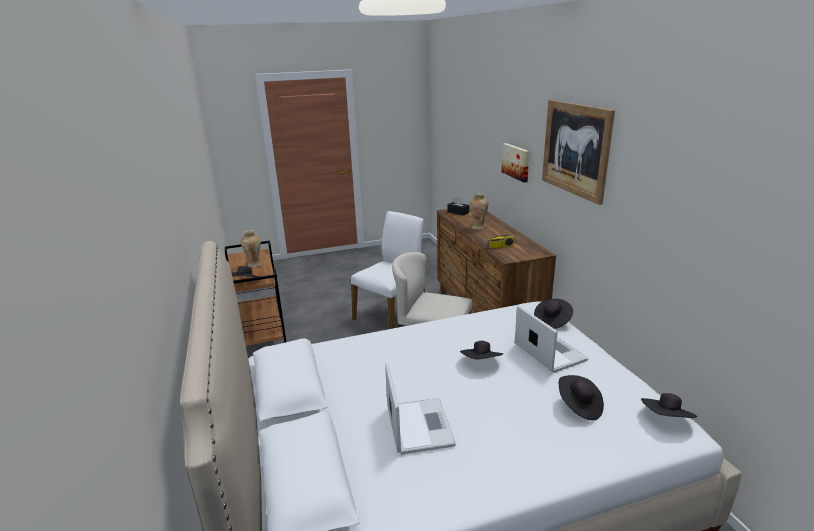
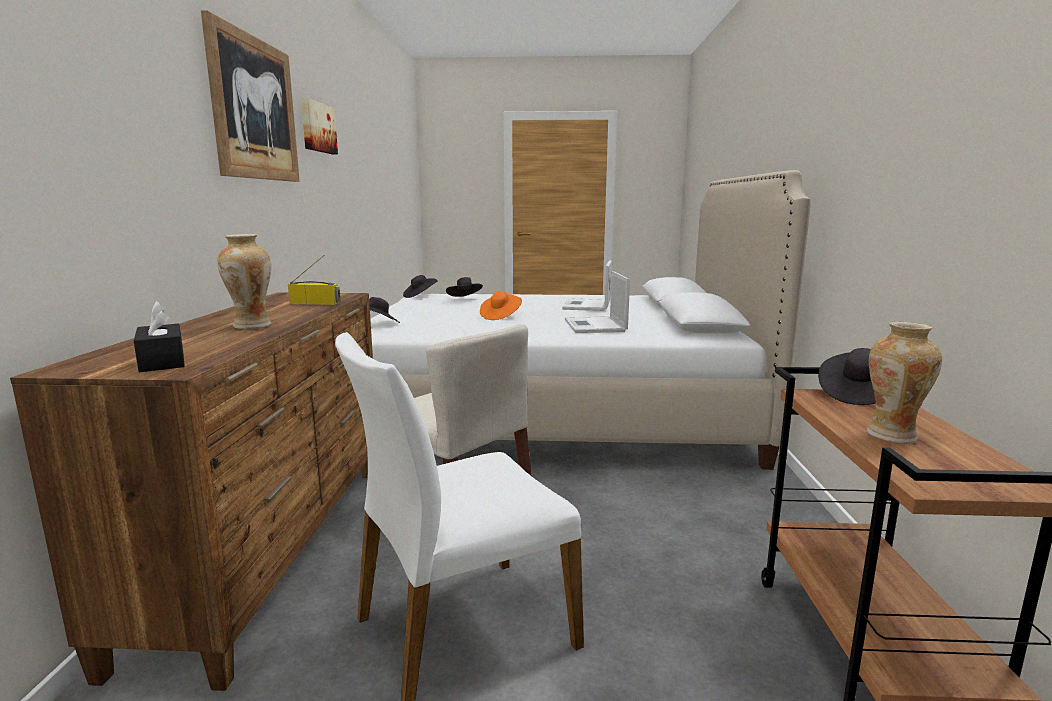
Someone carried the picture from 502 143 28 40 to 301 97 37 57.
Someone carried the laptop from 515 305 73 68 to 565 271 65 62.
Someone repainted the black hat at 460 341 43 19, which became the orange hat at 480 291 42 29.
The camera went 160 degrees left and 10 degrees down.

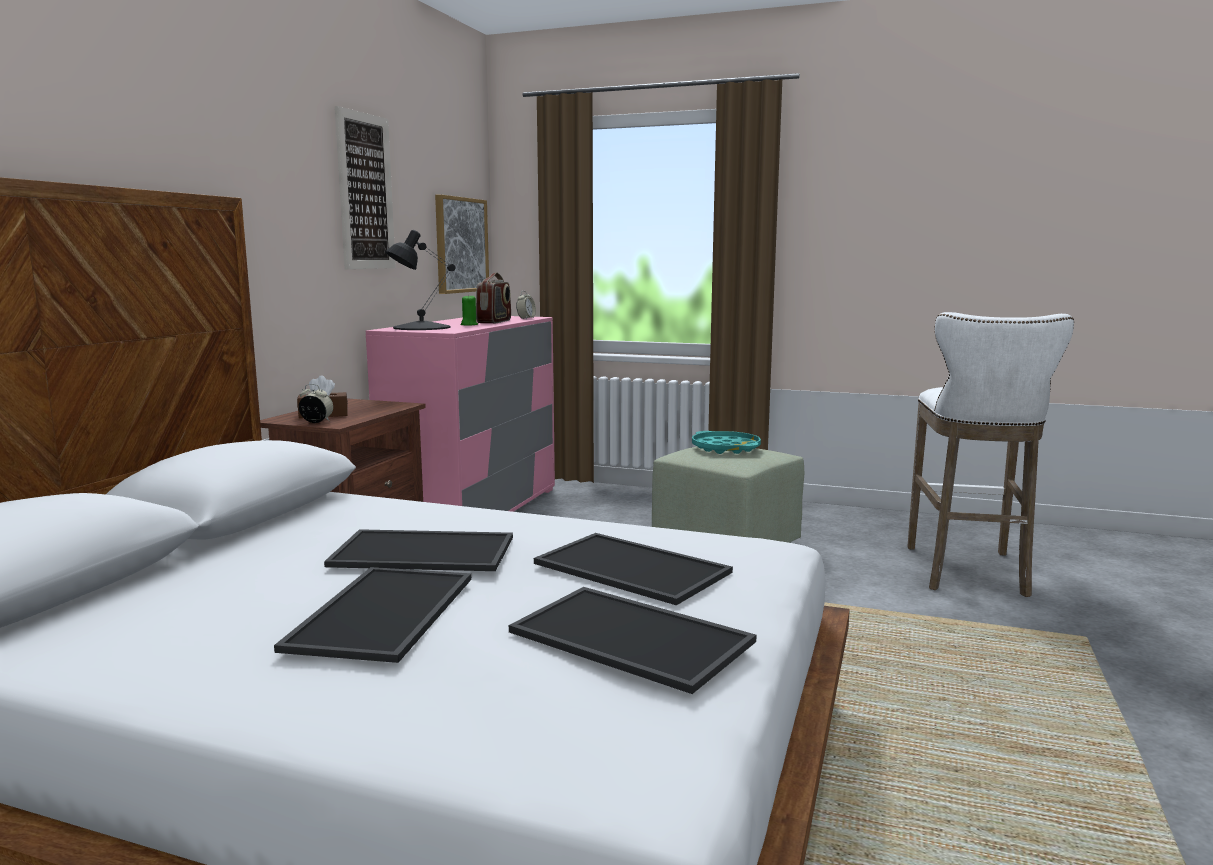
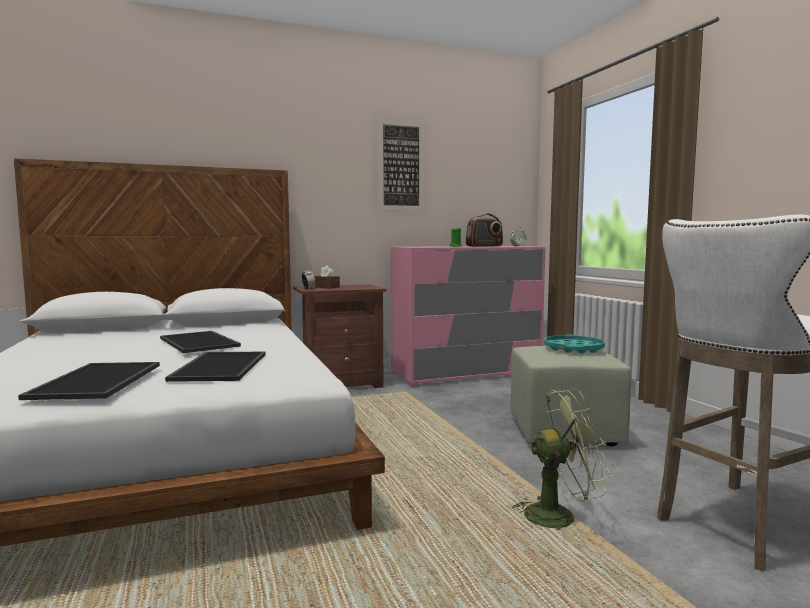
Someone took away the tray at 274 567 197 96.
Someone took away the black table lamp at 385 230 71 100.
Someone took away the picture at 435 194 54 100.
Someone put down the green fan at 511 389 100 141.
The camera went 50 degrees right and 5 degrees down.

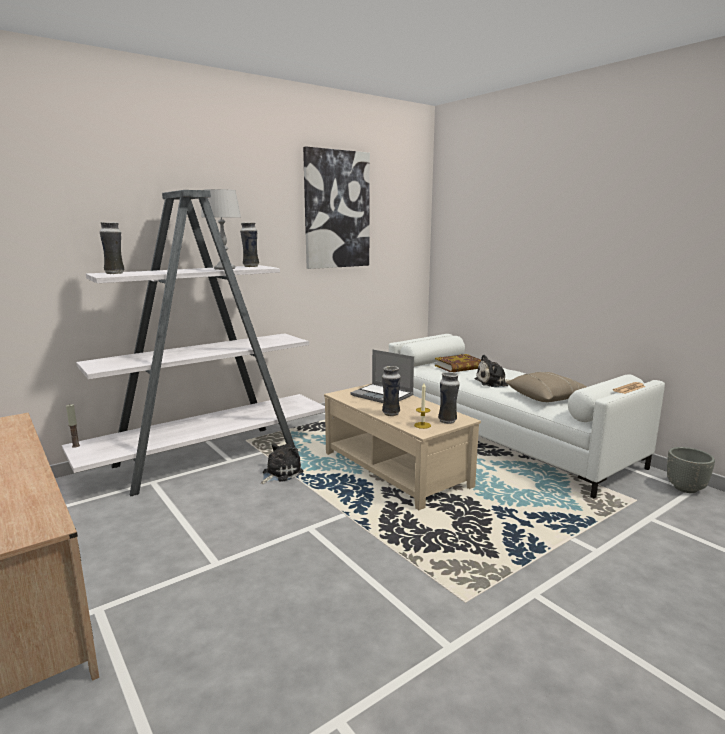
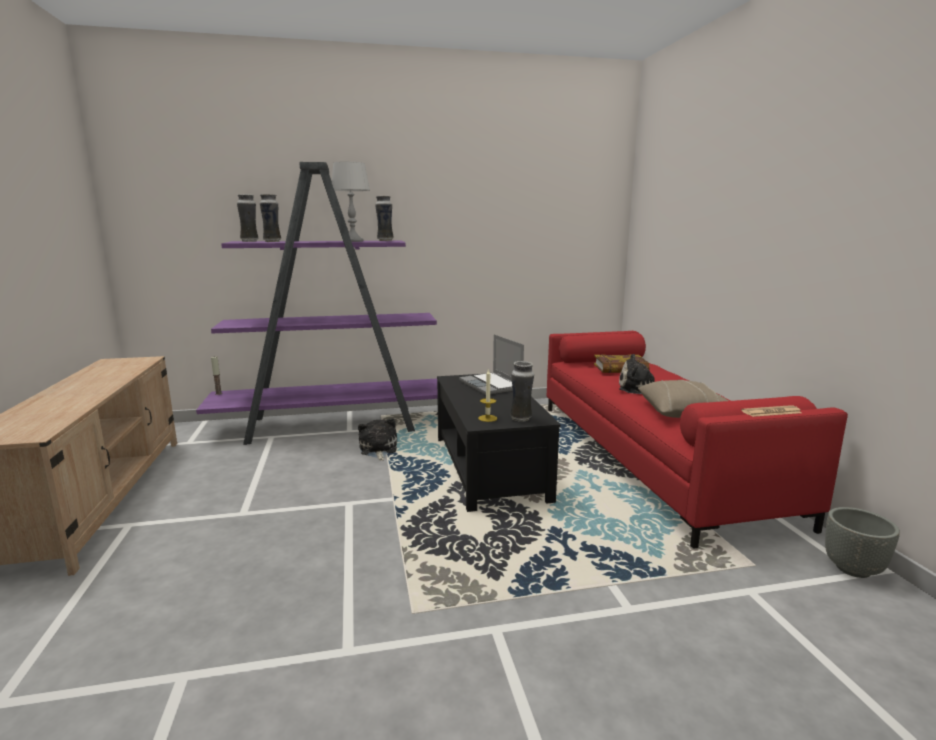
Someone took away the picture at 303 147 67 122.
Someone carried the vase from 382 366 19 50 to 260 194 21 48.
Someone repainted the white bookcase at 62 190 263 306, which became the purple bookcase at 196 162 242 283.
Someone repainted the beige coffee table at 324 384 157 126, which became the black coffee table at 437 374 123 138.
Someone repainted the white sofa at 389 334 276 164, which became the red sofa at 546 331 302 218.
Someone rotated the plush toy at 261 444 43 40 by 75 degrees counterclockwise.
The camera went 25 degrees right and 0 degrees up.

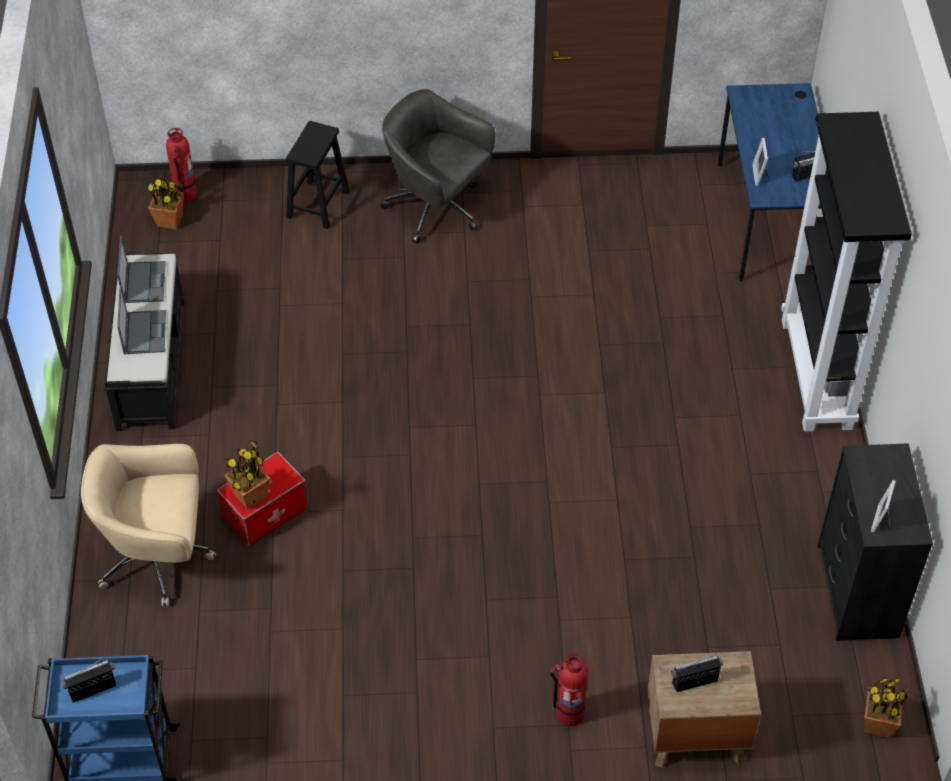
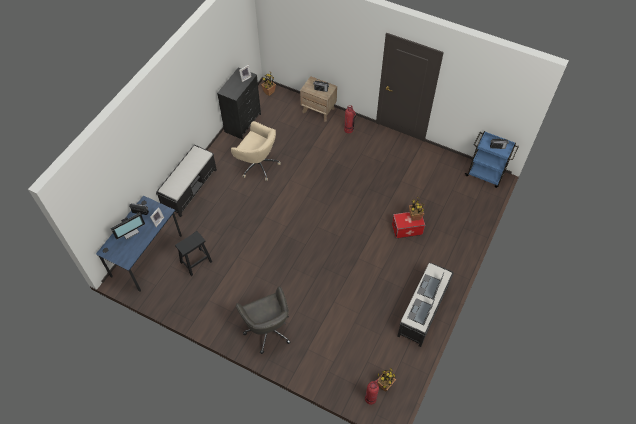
Someone put down the monitor at 111 213 34 27.
Someone carried the beige office chair from 81 444 135 163 to 231 121 50 60.
Someone carried the black stool from 286 121 64 108 to 175 231 37 45.
Someone swapped the black bookcase at 781 112 131 320 for the black bench at 156 144 61 73.
The camera went 150 degrees left and 5 degrees up.

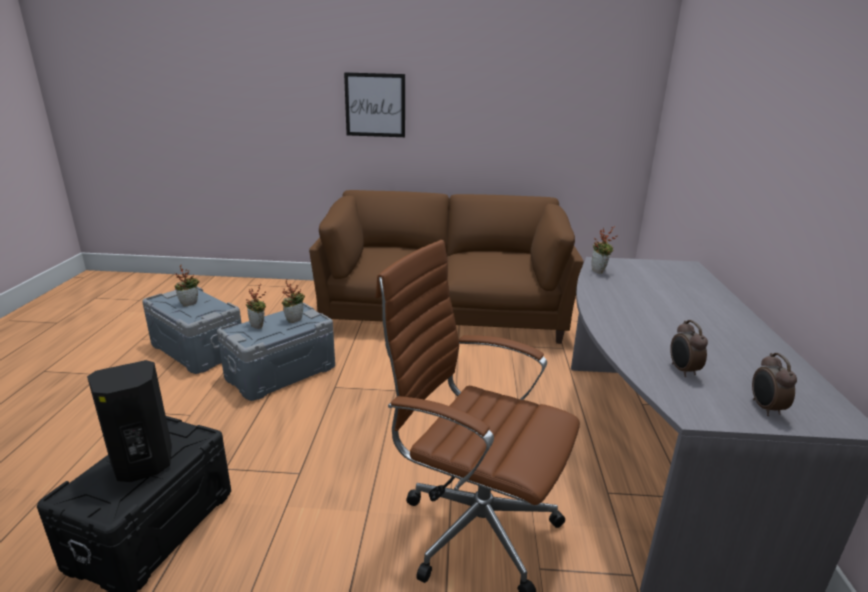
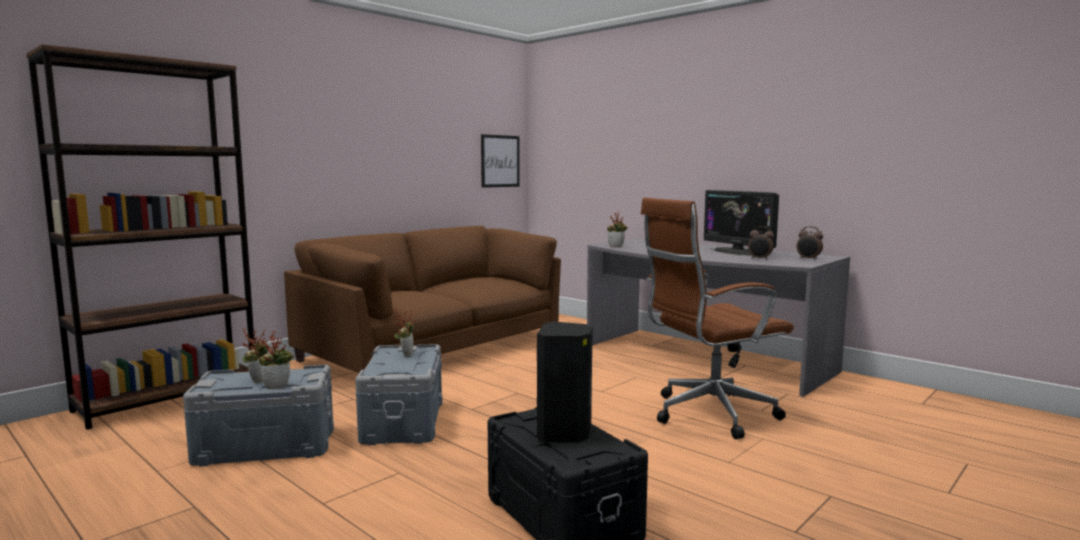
Someone put down the brown bookcase at 26 44 228 386.
Someone put down the monitor at 704 190 75 66.
Someone carried the potted plant from 246 284 20 45 to 259 330 35 59.
Someone carried the picture from 344 72 61 65 to 481 134 39 54.
The camera went 50 degrees left and 15 degrees down.

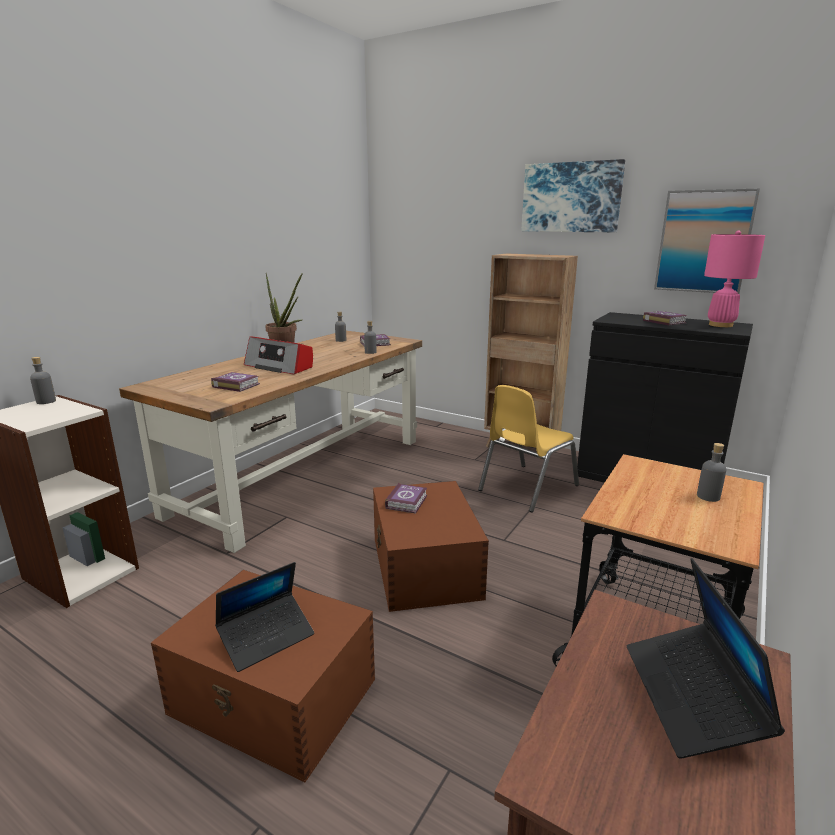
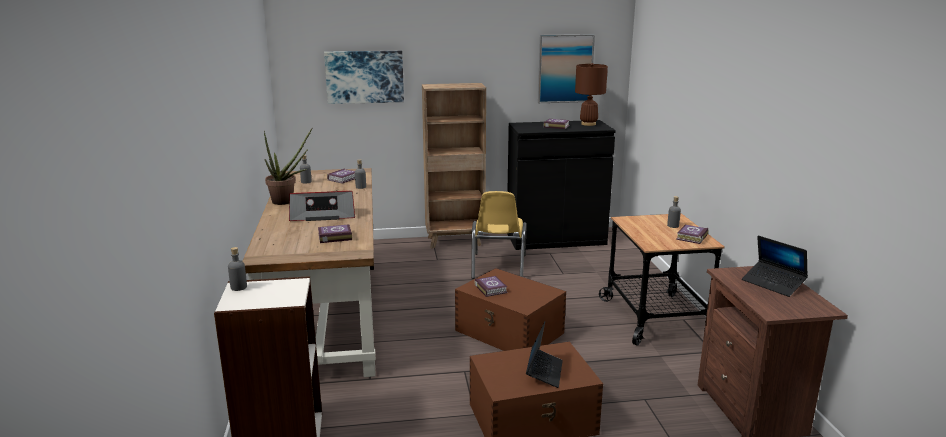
Someone put down the book at 676 225 32 19.
Someone carried the picture from 521 159 104 73 to 324 51 80 53.
Someone repainted the pink table lamp at 704 231 61 96, which became the brown table lamp at 575 63 33 63.
The camera went 40 degrees left and 0 degrees up.

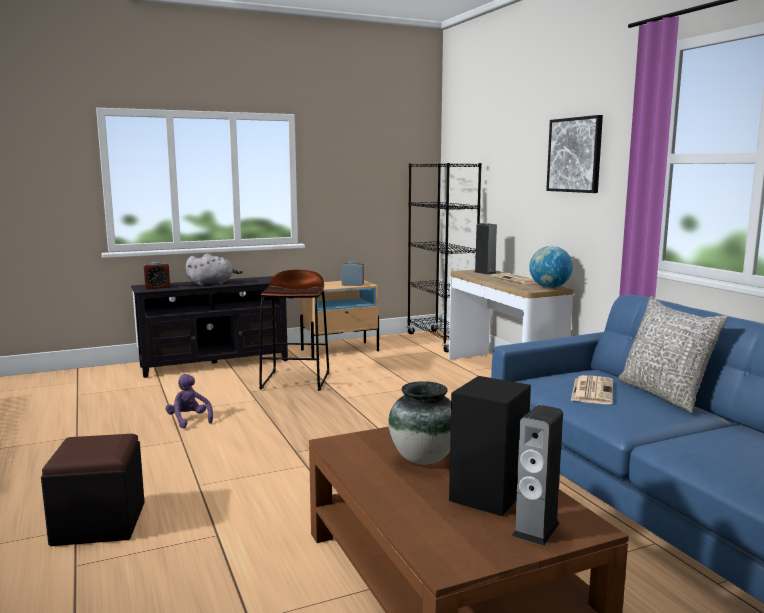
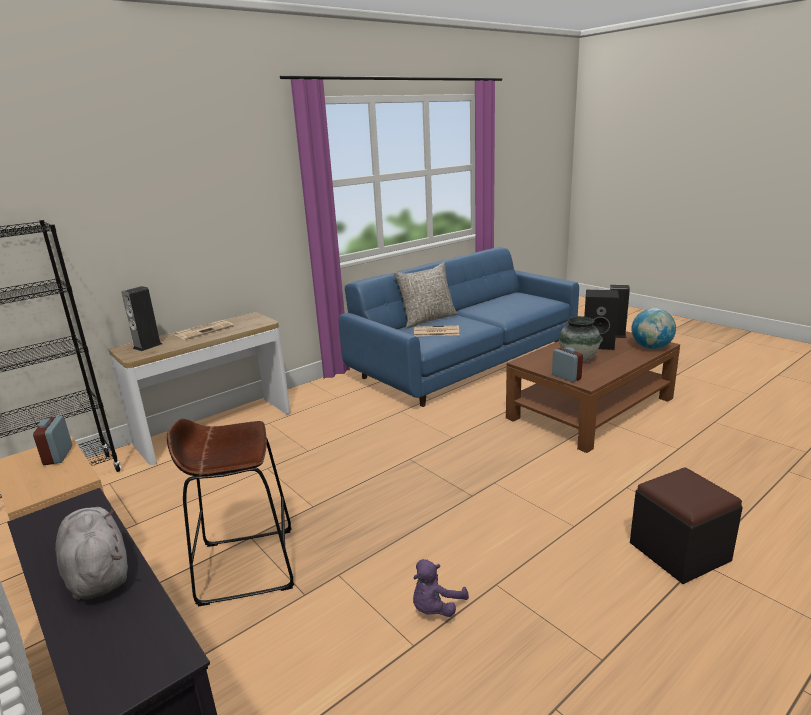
Someone took away the picture at 546 115 57 78.
Someone carried the alarm clock from 144 262 26 27 to 552 347 31 35.
Someone carried the globe from 529 246 44 42 to 631 308 45 41.
The camera went 105 degrees left and 10 degrees up.

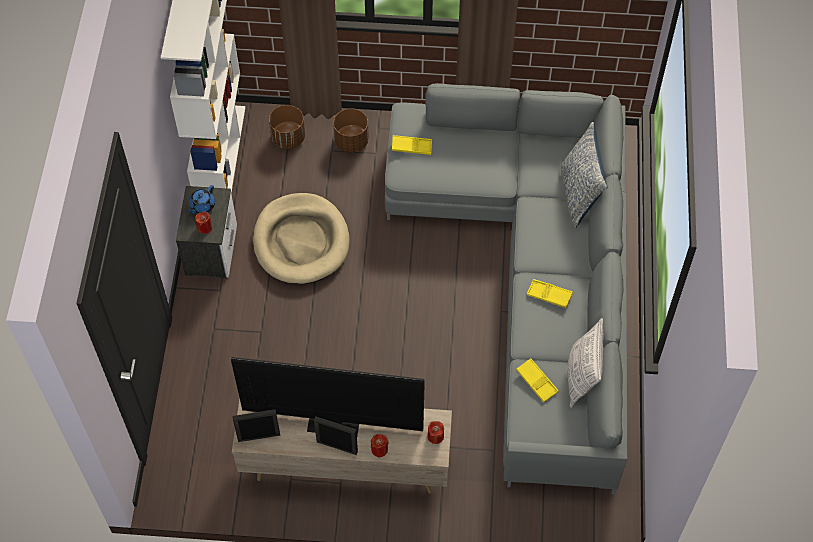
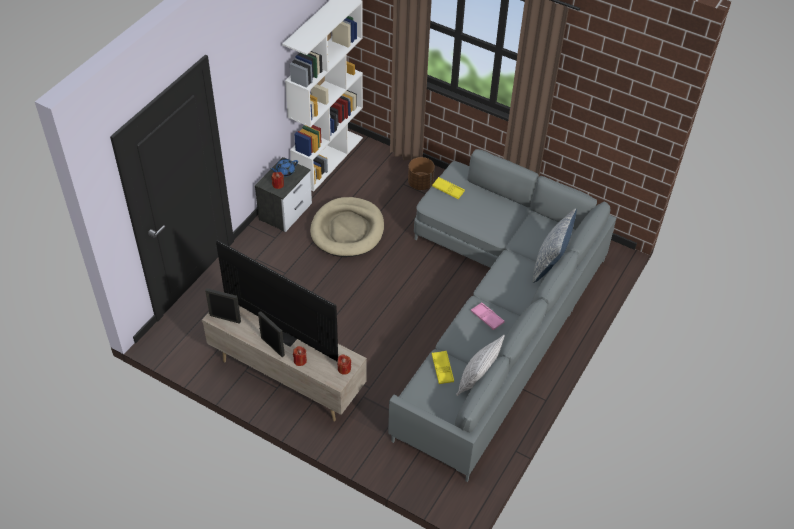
Someone took away the brown planter at 269 105 36 44.
Someone repainted the yellow tray at 527 279 46 29, which became the pink tray at 471 302 34 28.
The camera went 25 degrees right and 10 degrees down.

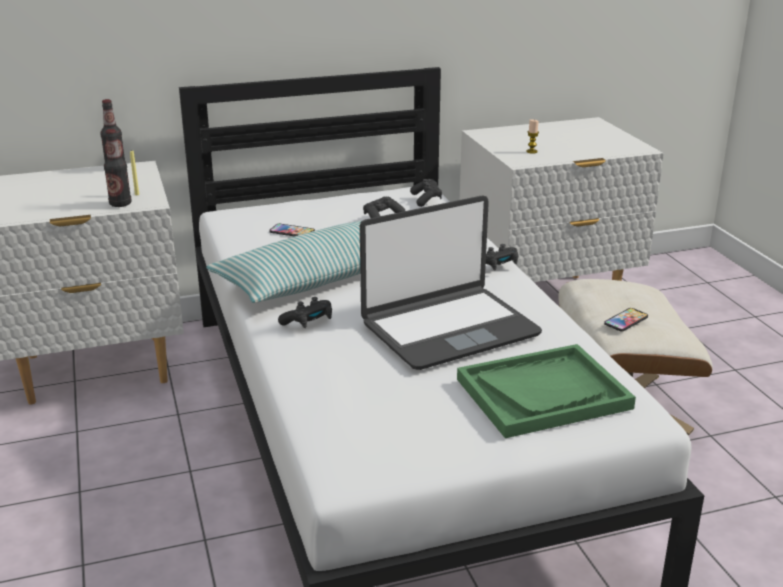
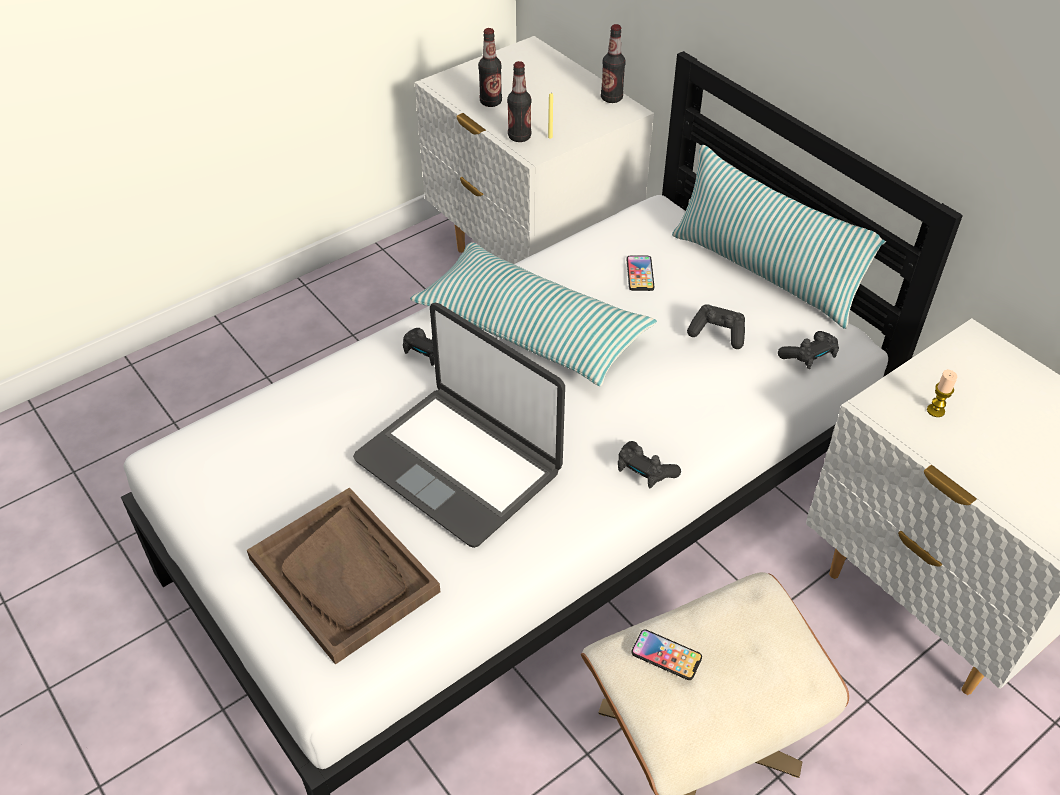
Someone put down the bottle at 478 28 24 79.
Someone put down the pillow at 672 145 214 184.
Someone repainted the green tray at 457 344 179 94, which became the brown tray at 247 487 193 178.
The camera went 70 degrees right and 20 degrees up.

